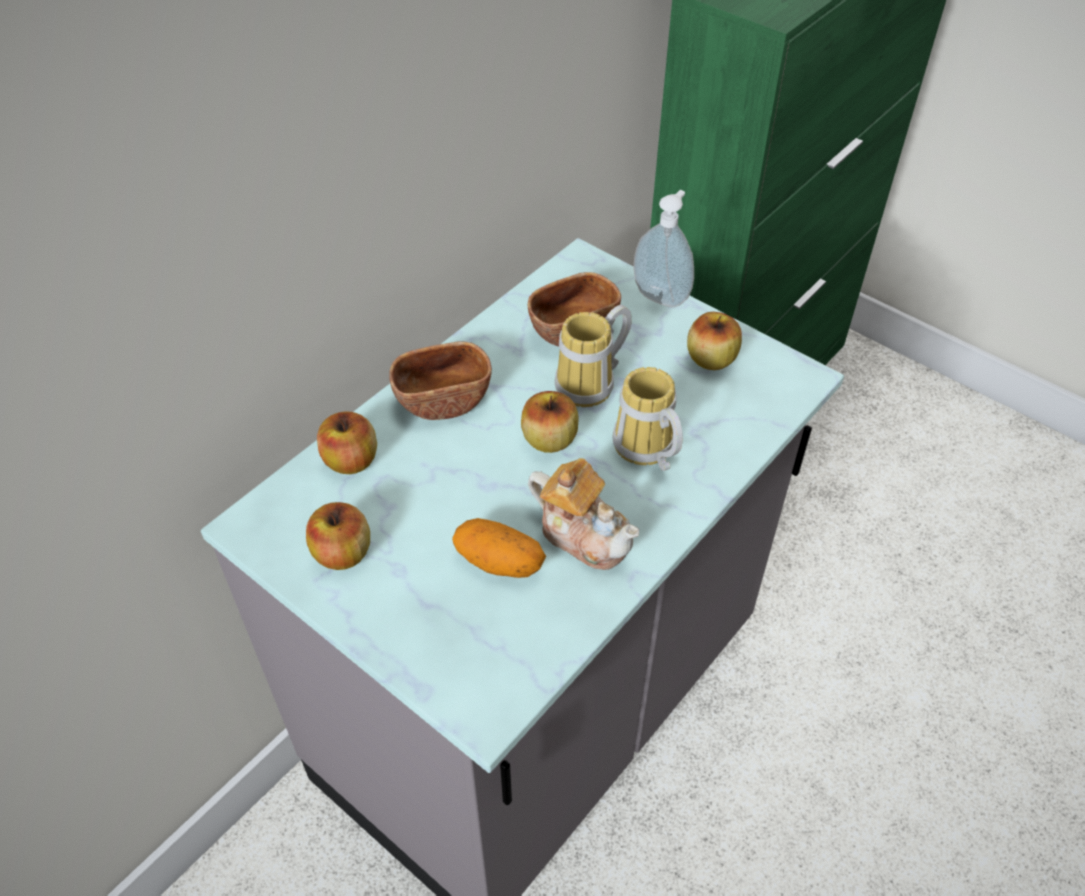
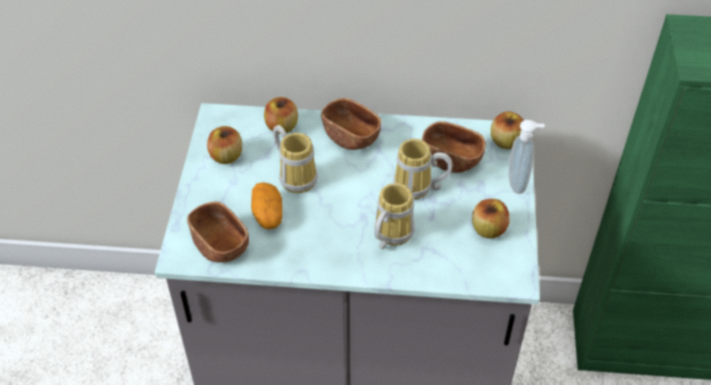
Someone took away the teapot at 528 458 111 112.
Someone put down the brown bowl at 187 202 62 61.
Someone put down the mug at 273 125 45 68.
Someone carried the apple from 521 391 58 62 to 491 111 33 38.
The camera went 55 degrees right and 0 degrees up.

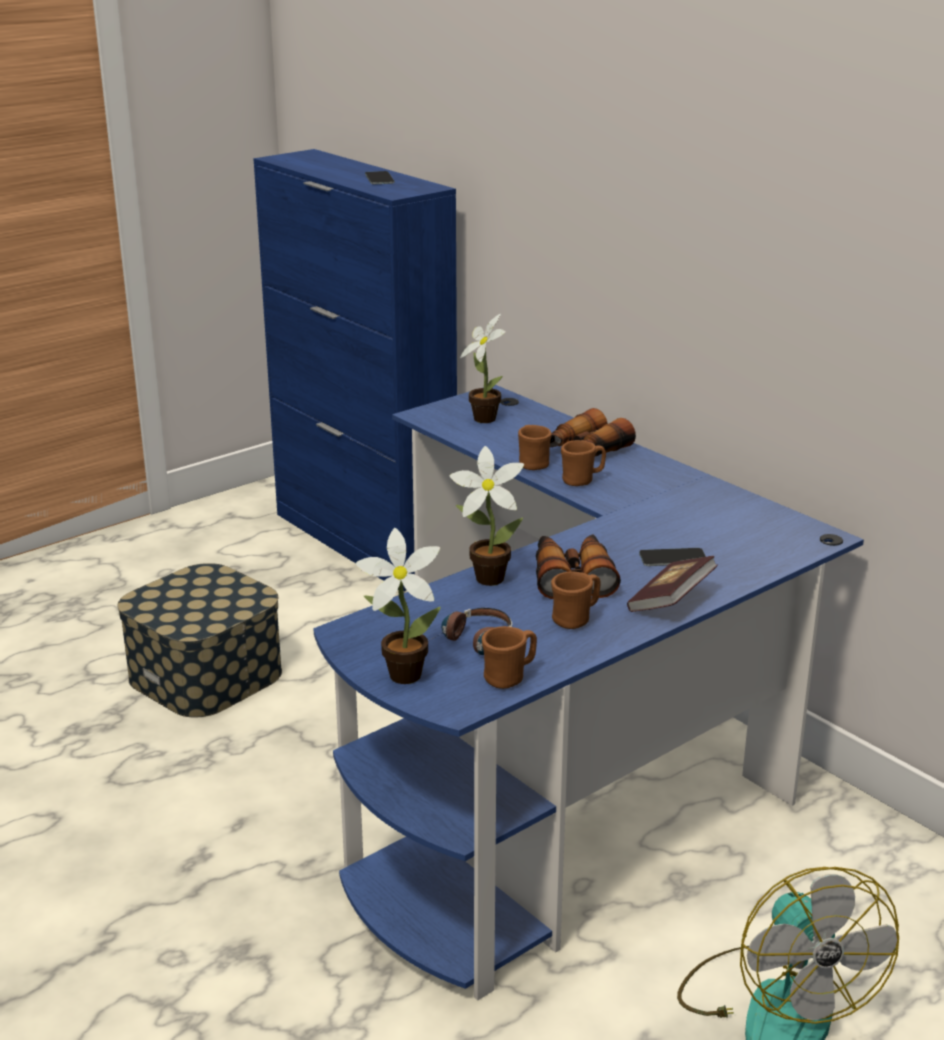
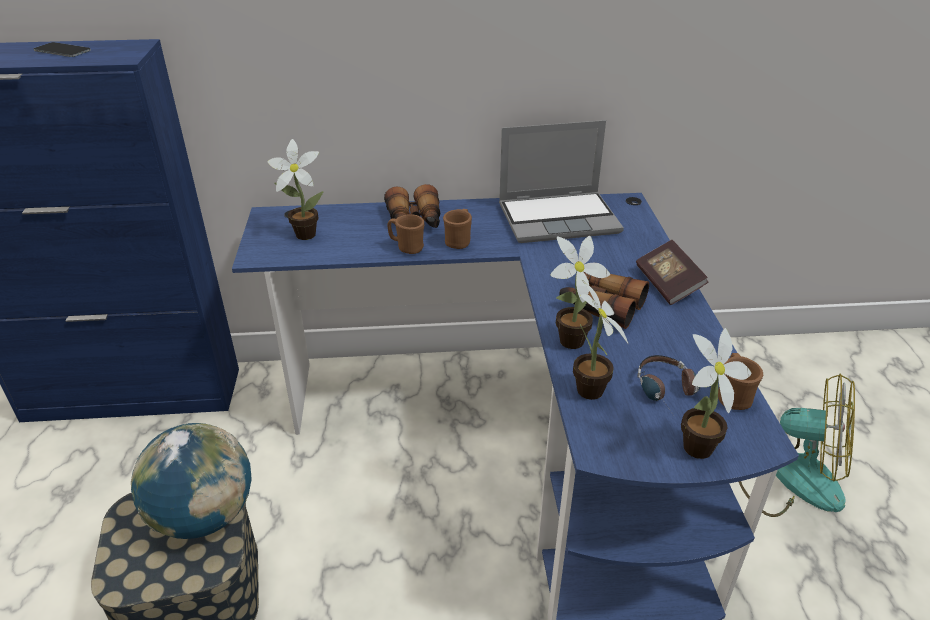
Someone took away the brown mug at 551 571 50 58.
Someone took away the phone at 639 548 67 18.
Someone put down the globe at 131 423 121 116.
Someone put down the laptop at 499 120 125 123.
Someone put down the potted plant at 573 279 55 121.
The camera went 55 degrees left and 10 degrees up.

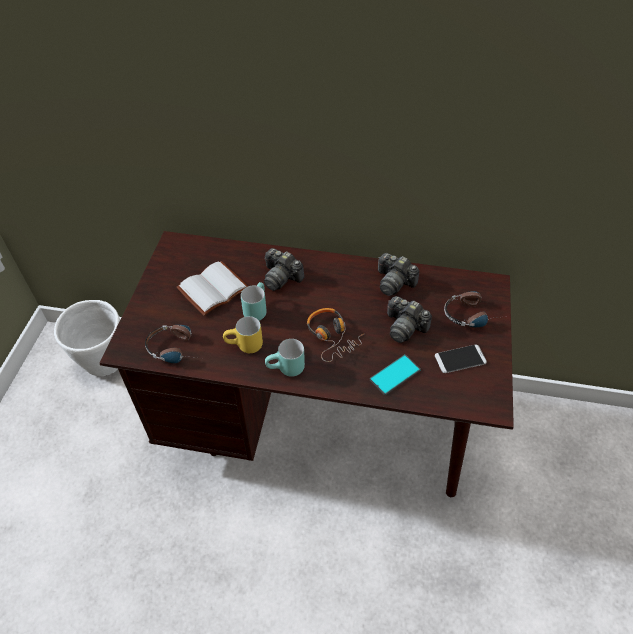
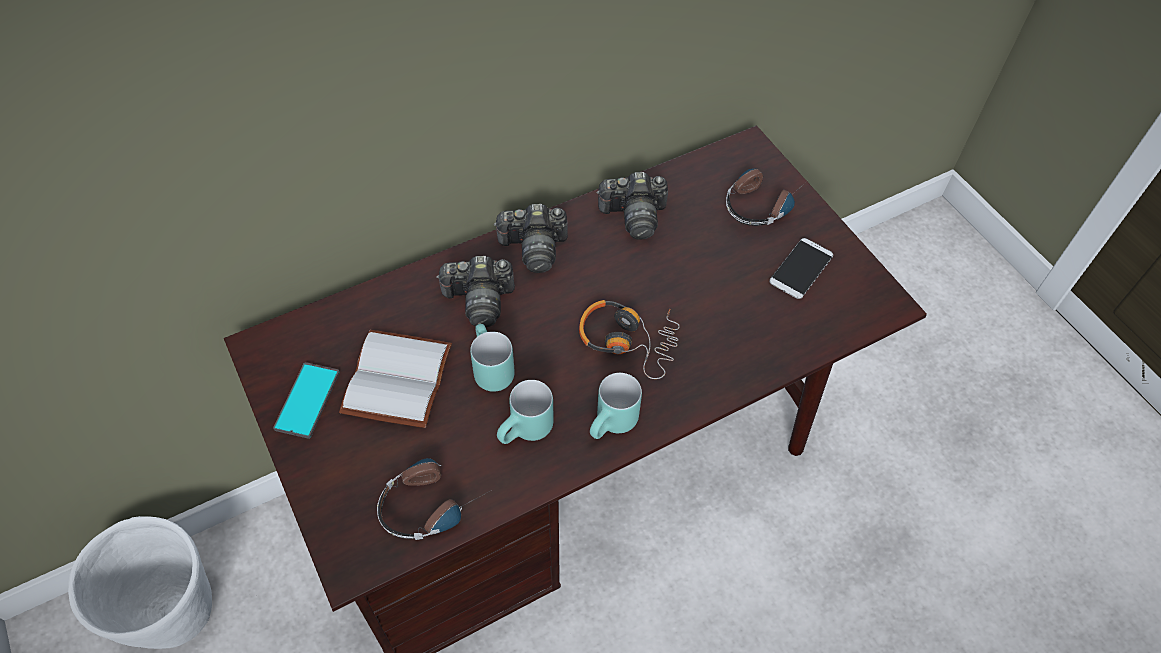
Someone carried the phone from 370 354 51 41 to 273 362 67 77.
Someone carried the photo camera from 387 296 45 47 to 494 204 74 69.
Someone repainted the yellow mug at 223 316 40 37, which became the turquoise mug at 497 380 57 64.
The camera went 40 degrees left and 5 degrees up.

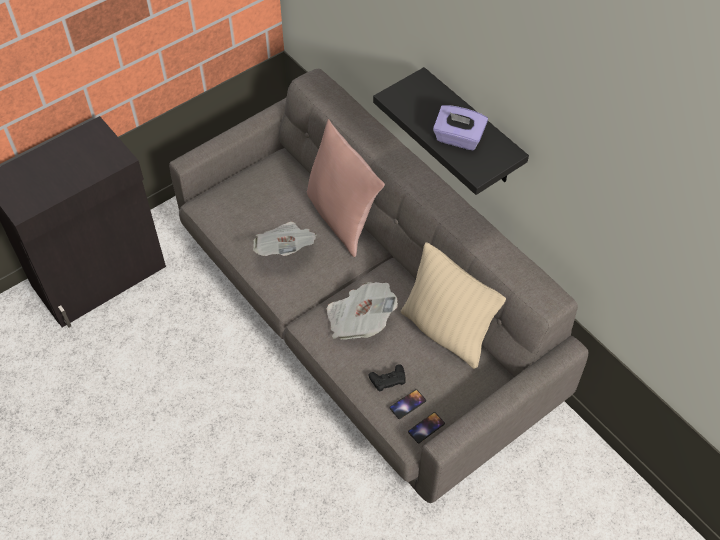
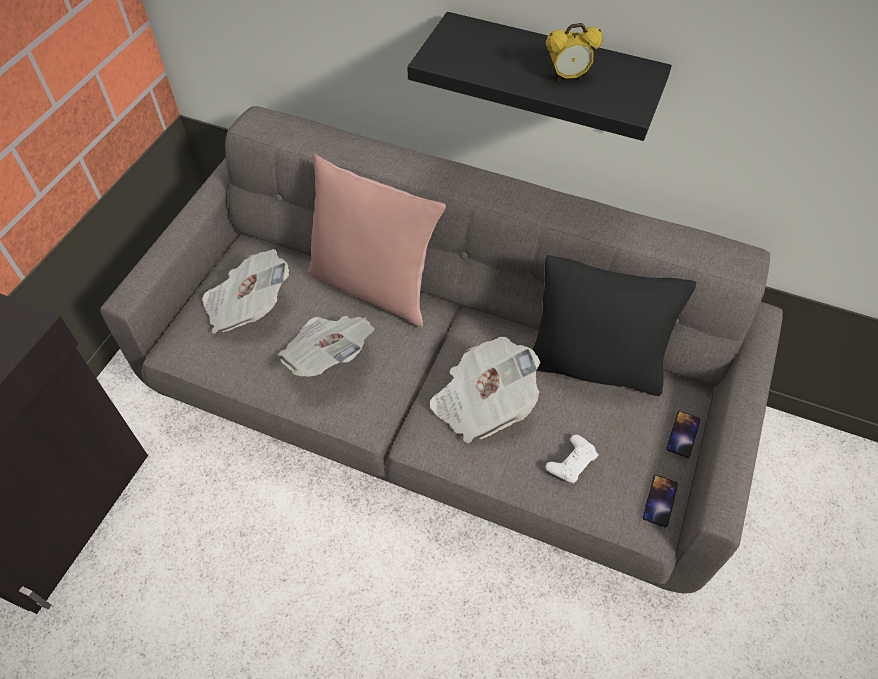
Someone put down the newspaper at 202 249 87 85.
Someone carried the phone from 389 389 37 30 to 666 411 34 47.
Someone swapped the purple tissue box at 433 105 55 45 for the alarm clock at 546 23 57 58.
Someone repainted the black game controller at 369 364 37 28, which became the white game controller at 546 435 53 49.
Someone repainted the beige pillow at 401 242 105 127, which became the black pillow at 532 255 164 141.
The camera went 30 degrees left and 0 degrees up.

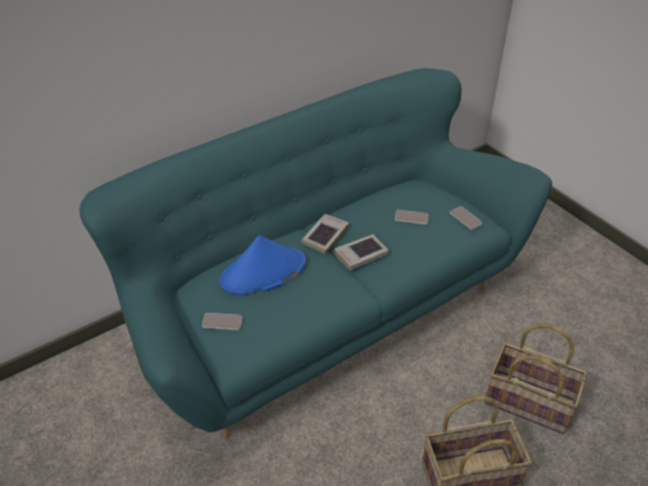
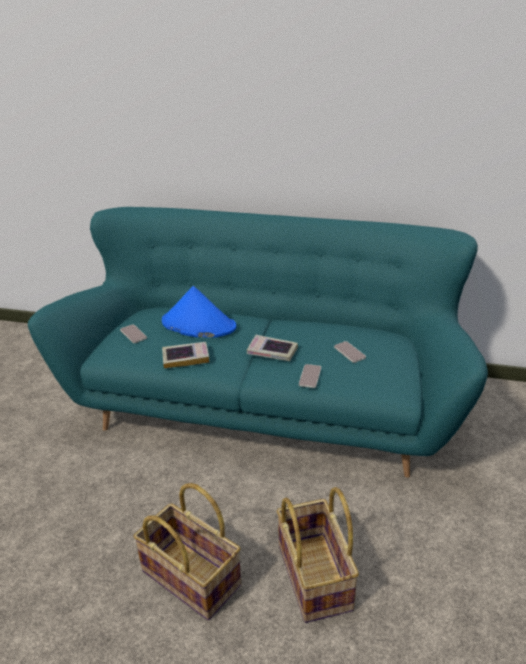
Someone carried the book from 302 214 47 41 to 162 342 47 27.
Someone carried the phone from 450 206 33 24 to 299 364 22 24.
The camera went 50 degrees right and 10 degrees down.

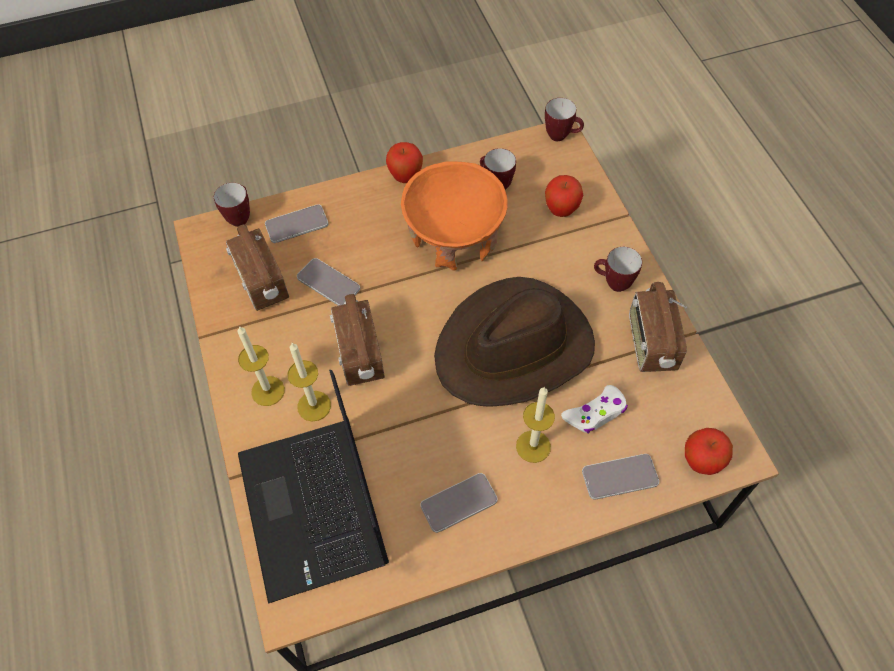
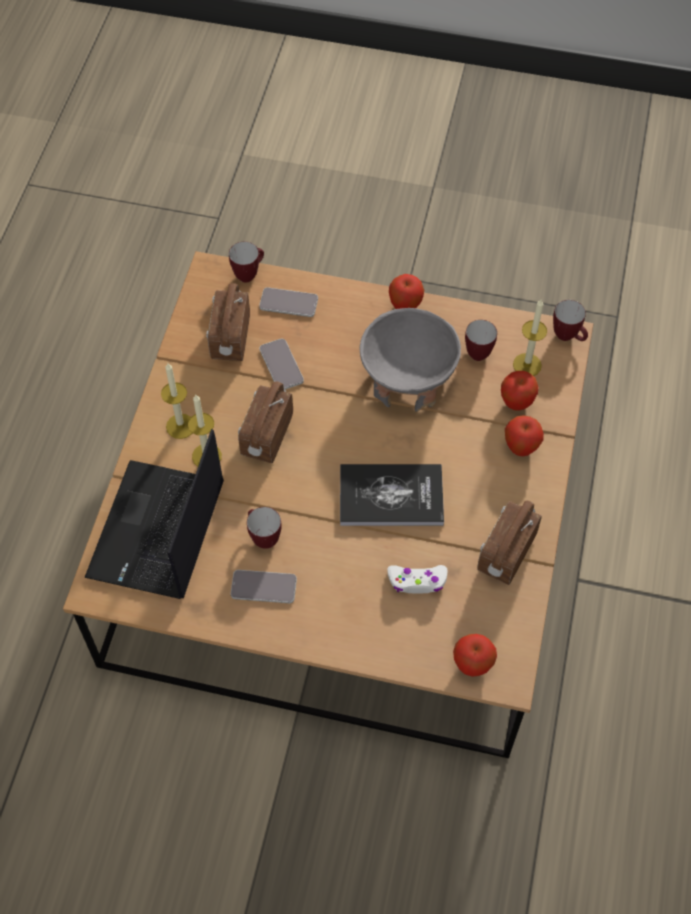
Someone took away the phone at 582 454 77 46.
Someone put down the apple at 505 415 39 41.
Someone carried the candle from 516 386 39 77 to 513 300 34 76.
Someone carried the mug from 594 247 48 45 to 247 507 35 42.
Someone swapped the brown hat at 434 277 161 130 for the book at 340 464 104 62.
Someone repainted the orange bowl at 401 161 107 110, which became the grey bowl at 360 308 101 104.
The camera went 30 degrees right and 0 degrees up.

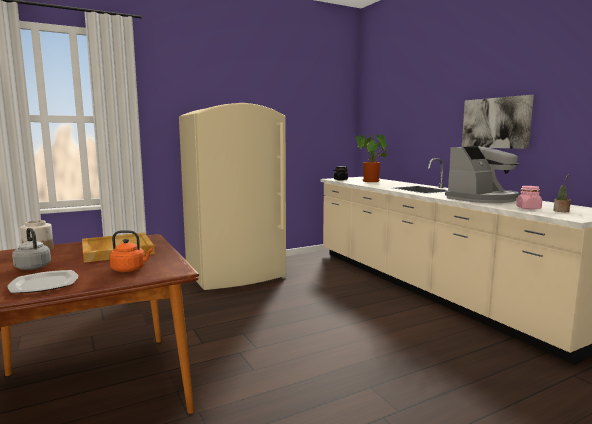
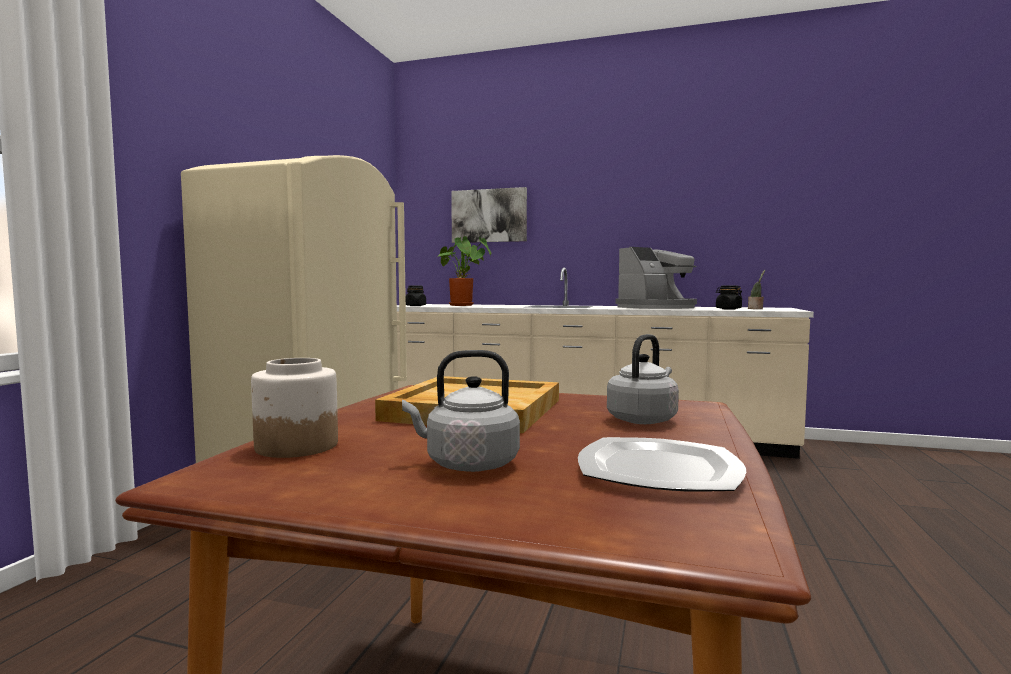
Someone carried the picture from 462 95 72 54 to 451 187 76 56.
Someone repainted the orange kettle at 109 230 44 42, which became the grey kettle at 607 334 72 90.
Someone repainted the pink jar at 516 186 26 23, which became the black jar at 716 286 26 24.
Someone rotated the coffee machine at 445 146 75 57 by 45 degrees clockwise.
The camera went 45 degrees left and 5 degrees down.

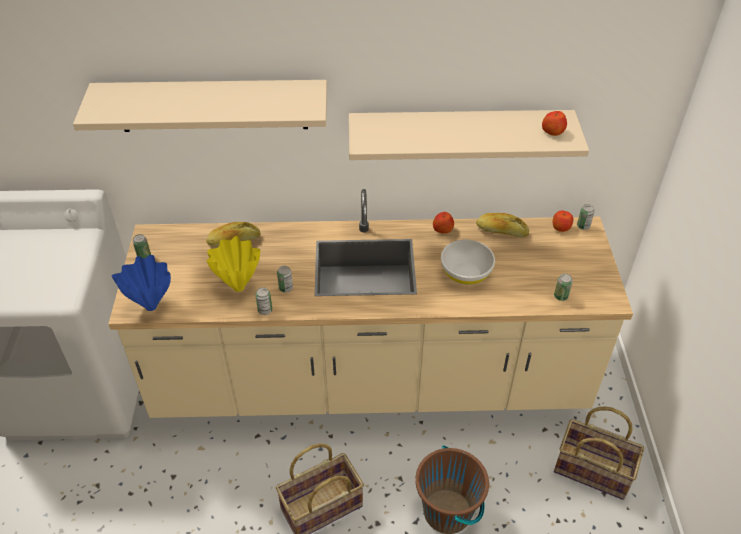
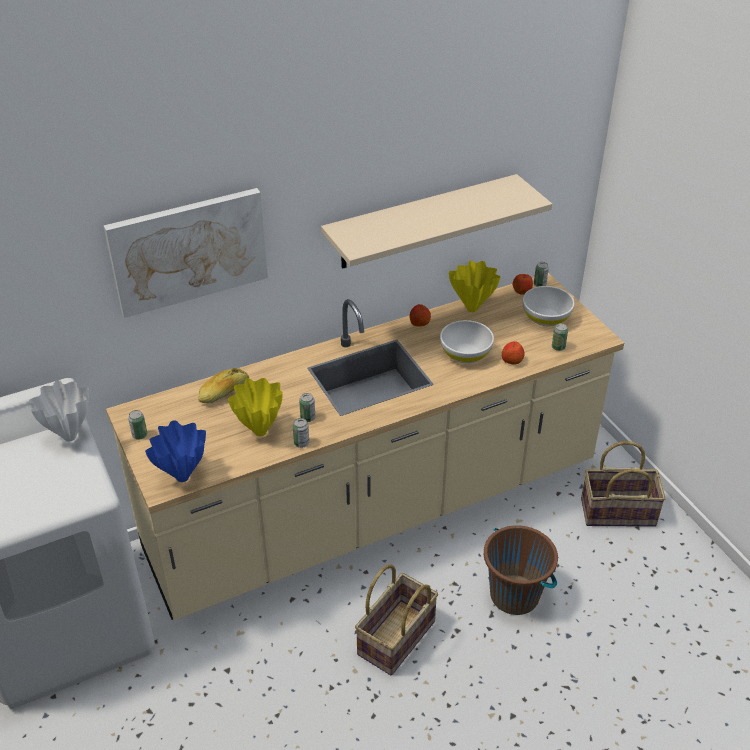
Someone put down the white vase at 29 380 60 62.
Someone put down the white bowl at 523 286 51 40.
Someone carried the apple from 542 111 25 25 to 502 341 22 24.
Someone swapped the beige shelf at 73 80 254 52 for the picture at 104 188 164 130.
Someone swapped the bread at 476 213 53 24 for the yellow vase at 449 260 51 52.
The camera went 25 degrees left and 5 degrees down.

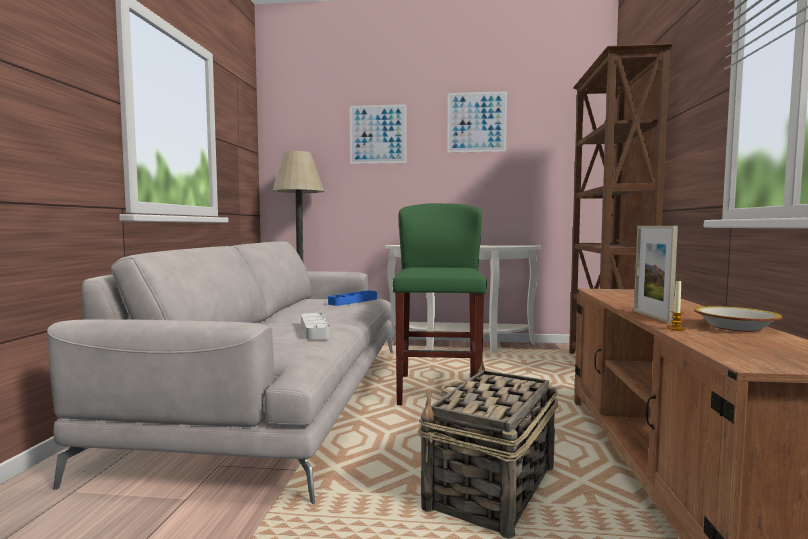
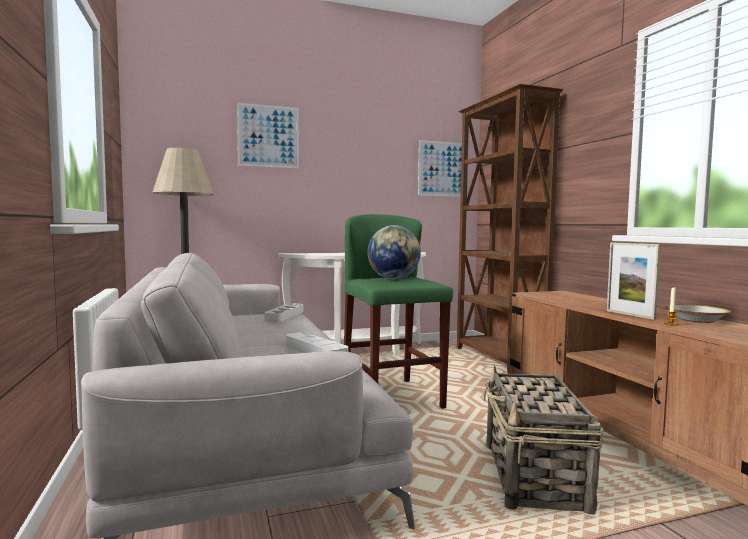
Someone put down the globe at 367 225 54 54.
Someone carried the picture from 447 91 60 62 to 418 140 44 57.
Someone repainted the blue tray at 328 291 49 15, which became the grey tray at 264 303 39 19.
The camera went 25 degrees left and 0 degrees up.

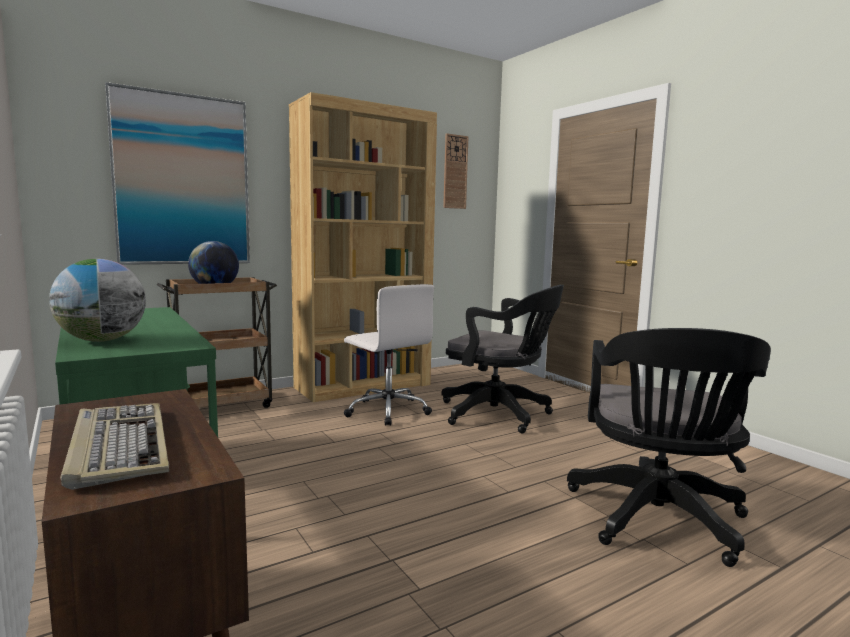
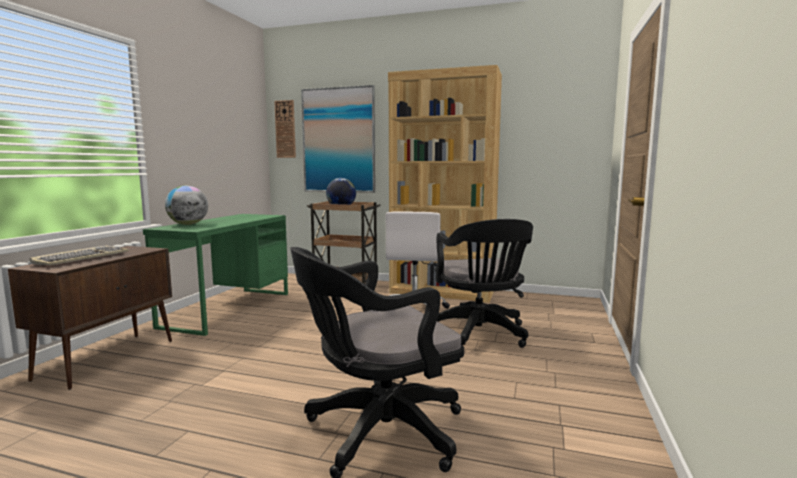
Someone carried the wall clock from 443 133 26 76 to 274 100 22 58.
The camera went 50 degrees right and 0 degrees up.

